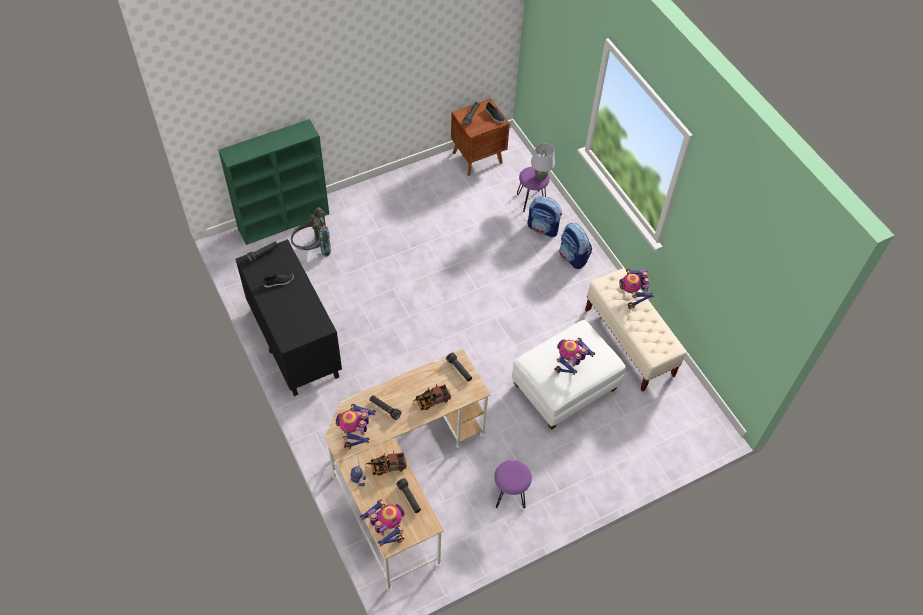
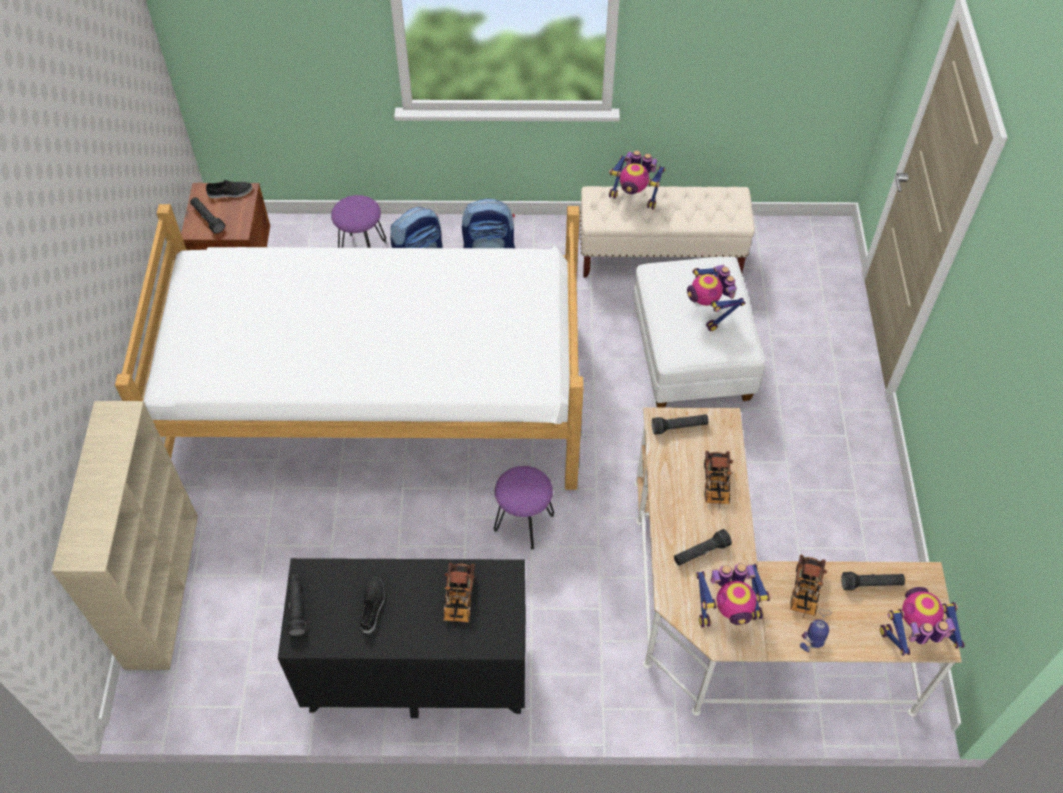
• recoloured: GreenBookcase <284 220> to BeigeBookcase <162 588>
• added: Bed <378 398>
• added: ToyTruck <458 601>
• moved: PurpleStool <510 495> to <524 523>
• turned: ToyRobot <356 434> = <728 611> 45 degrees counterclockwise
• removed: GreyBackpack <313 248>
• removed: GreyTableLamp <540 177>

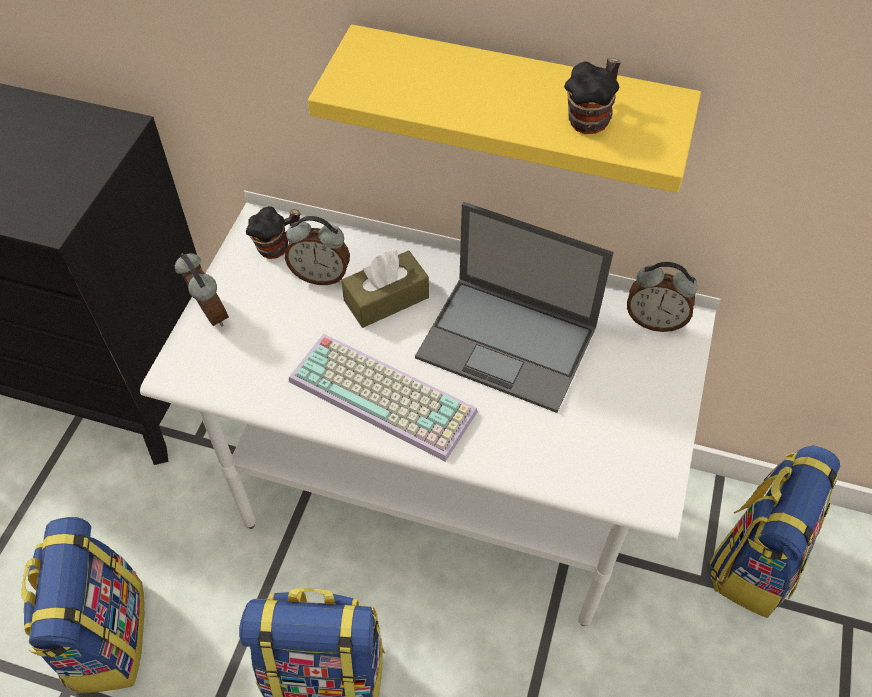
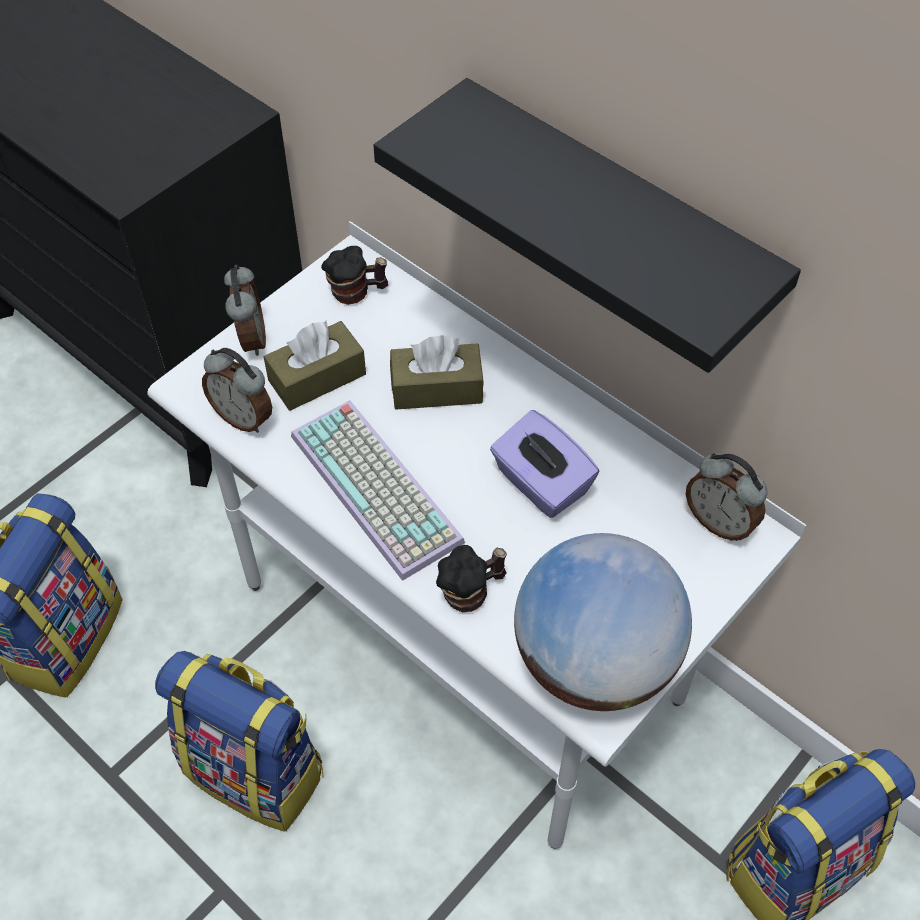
• moved: AlarmClock <321 275> to <244 417>
• added: BrownTissueBox <317 377>
• recoloured: YellowShelf <516 103> to BlackShelf <616 218>
• moved: Mug <591 118> to <471 592>
• replaced: Laptop <509 343> to PurpleTissueBox <541 483>
• added: Globe <595 660>

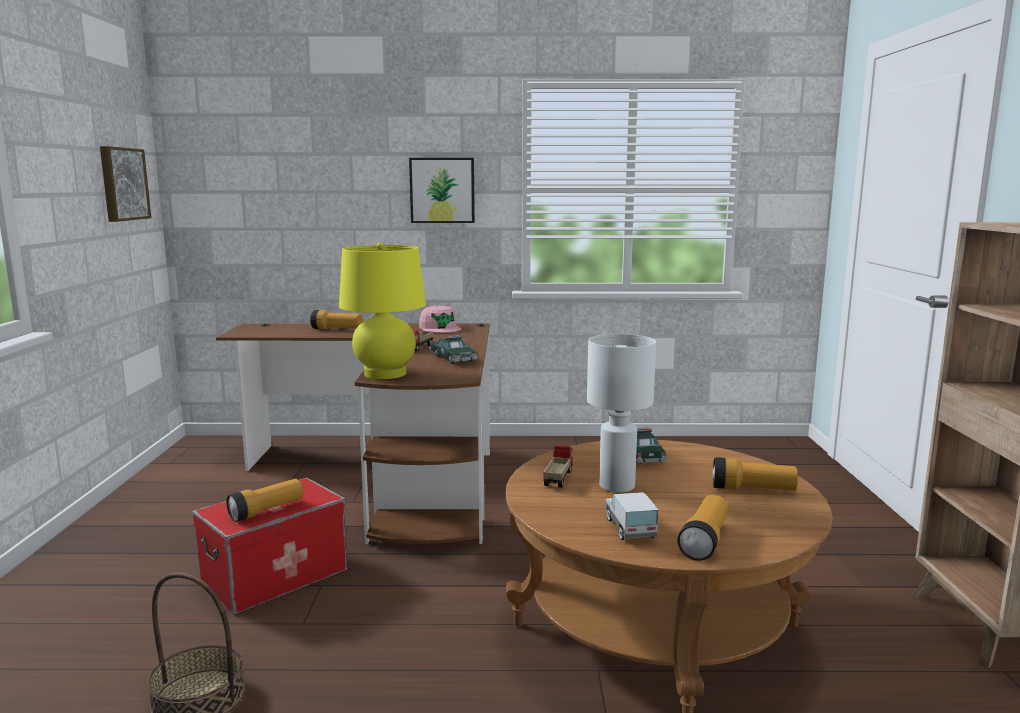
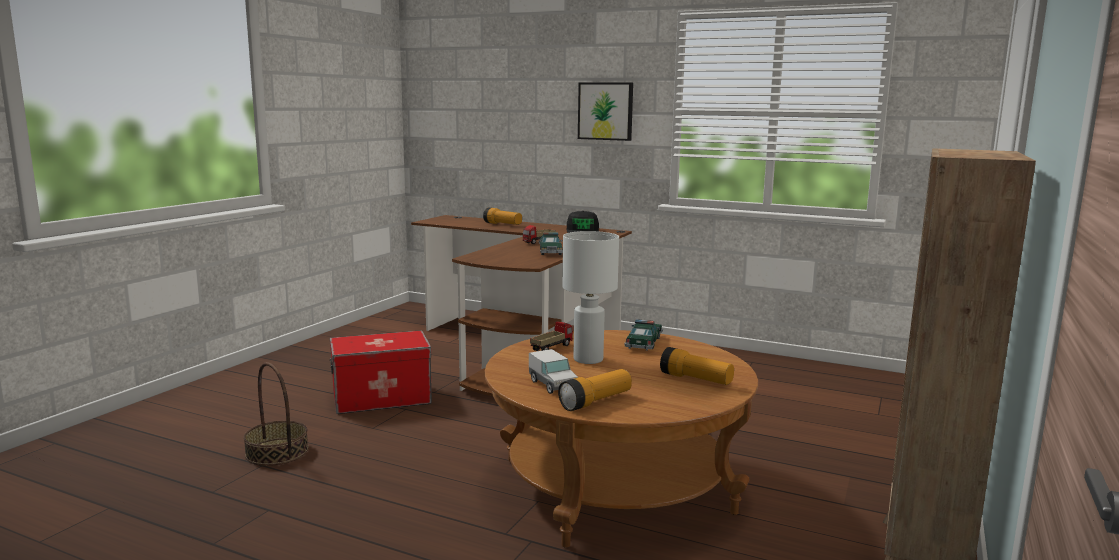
• turned: ToyTruck <630 529> = <552 385> 135 degrees clockwise
• recoloured: PinkCap <440 328> to BlackCap <583 230>
• removed: Picture <122 184>
• removed: Flashlight <267 511>
• removed: YellowTableLamp <385 374>

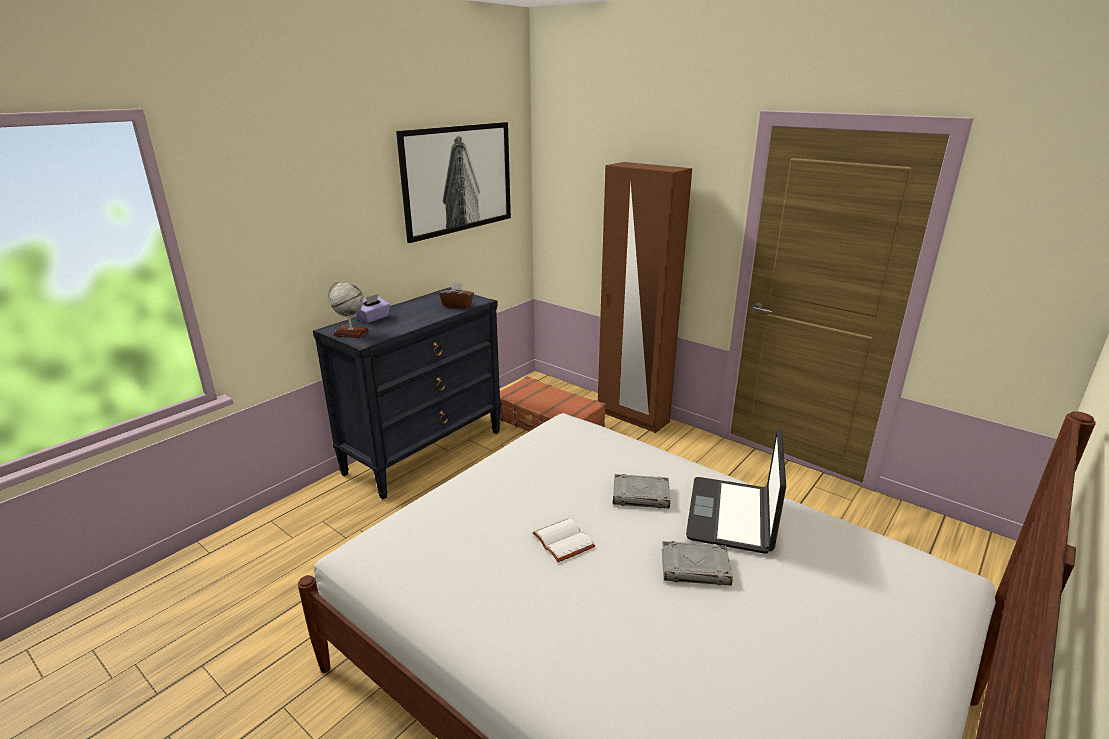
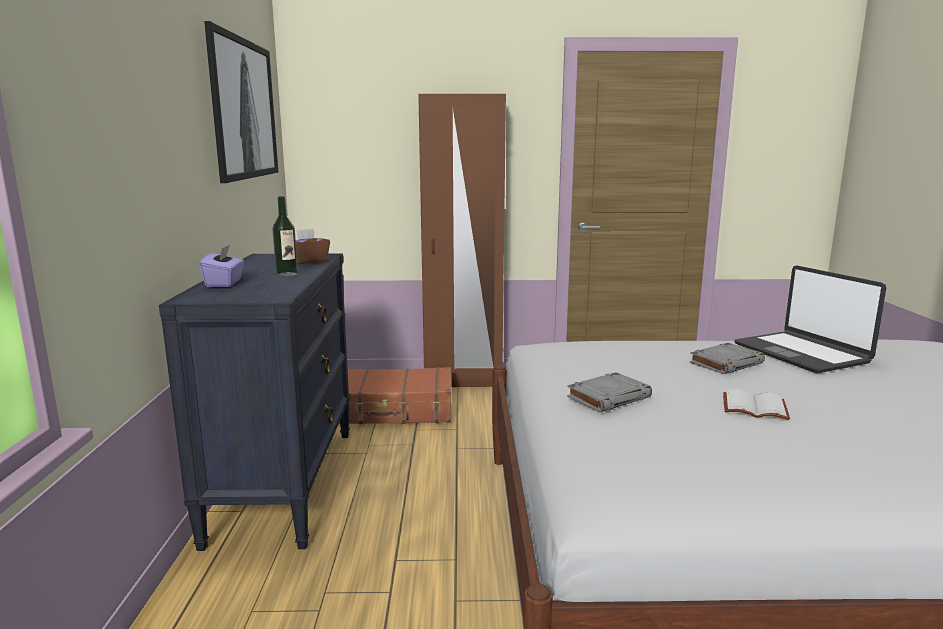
• added: Bottle <287 274>
• moved: GreyBook <695 568> to <609 397>
• removed: Globe <351 333>

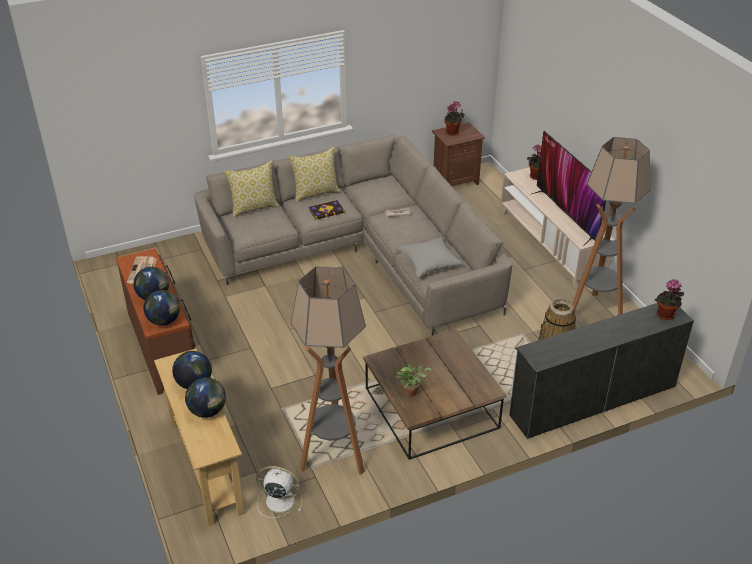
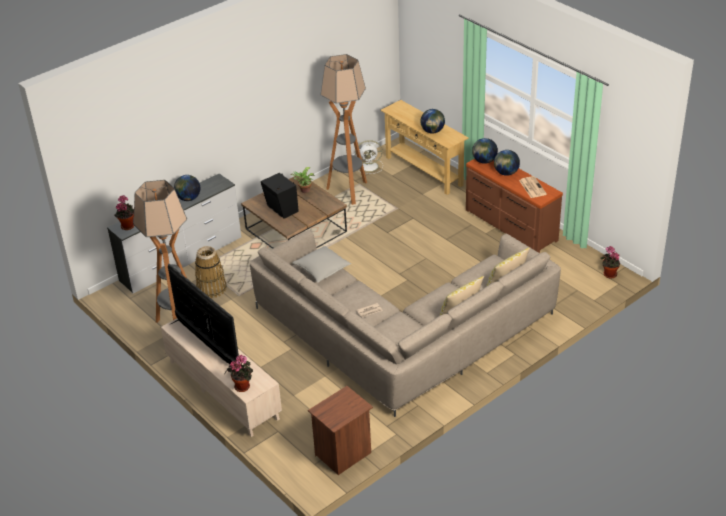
• moved: Globe <208 411> to <188 198>
• added: BlackSpeaker <281 209>
• moved: PottedPlant <453 133> to <608 274>
• removed: Book <326 210>

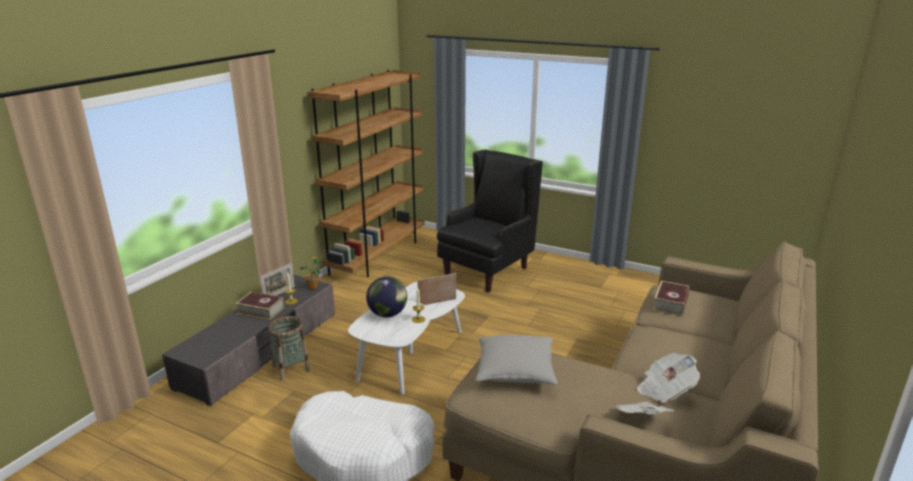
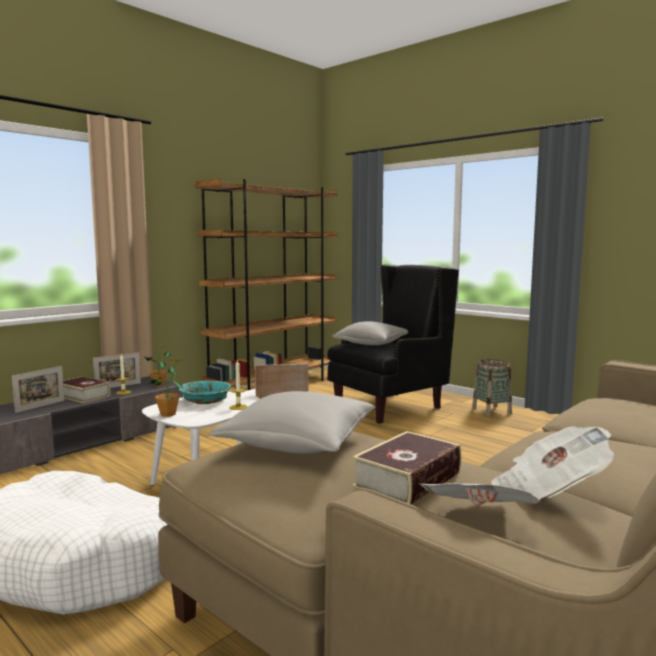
• added: PictureFrame <40 406>
• added: PottedPlant <168 414>
• replaced: Globe <388 314> to TurquoiseBowl <205 400>
• added: GreyPillow <372 343>
• moved: Book <670 303> to <407 479>
• moved: Basket <291 368> to <491 411>

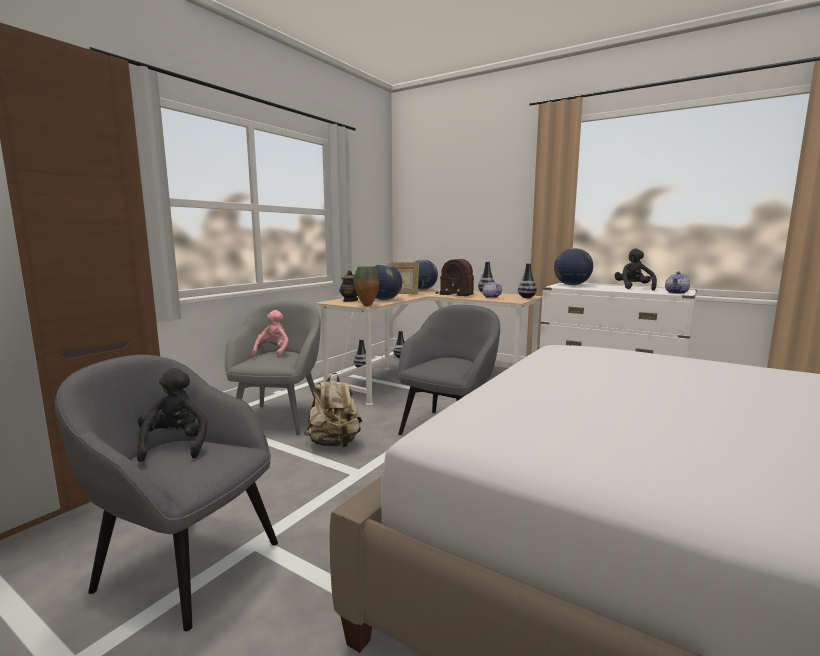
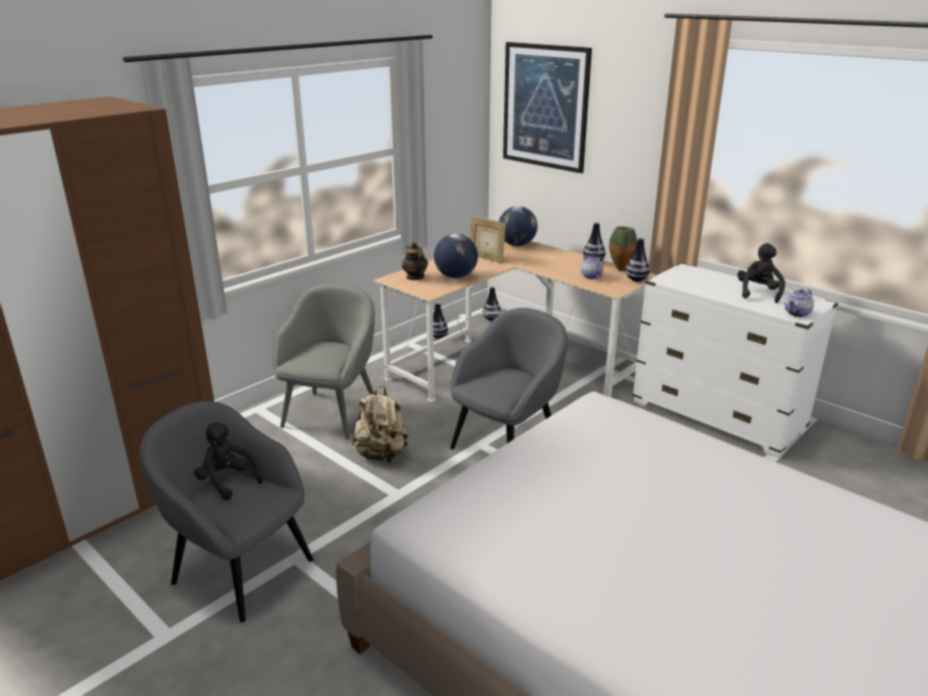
• turned: BlackPlushToy <175 445> = <228 482> 45 degrees counterclockwise
• added: Picture <545 106>
• moved: Vase <366 305> to <620 269>
• removed: PinkPlushToy <273 352>
• removed: Radio <454 294>
• removed: Globe <571 285>

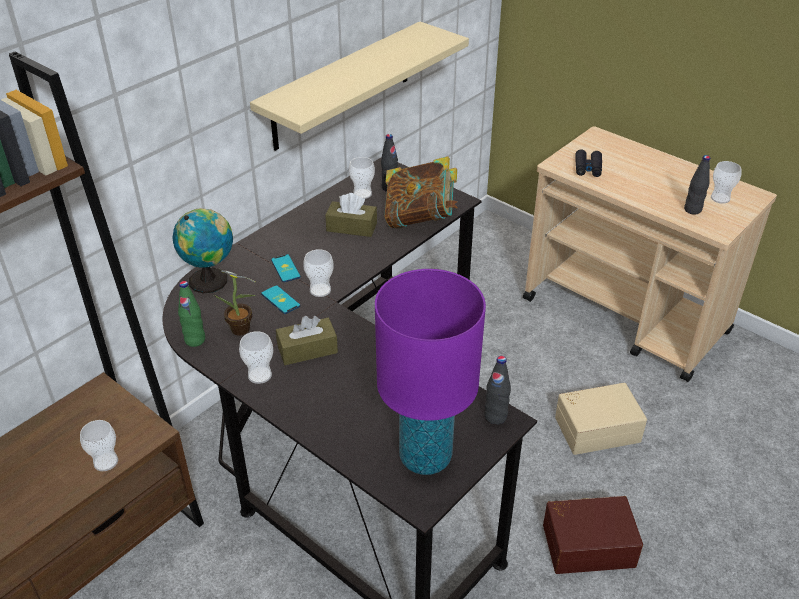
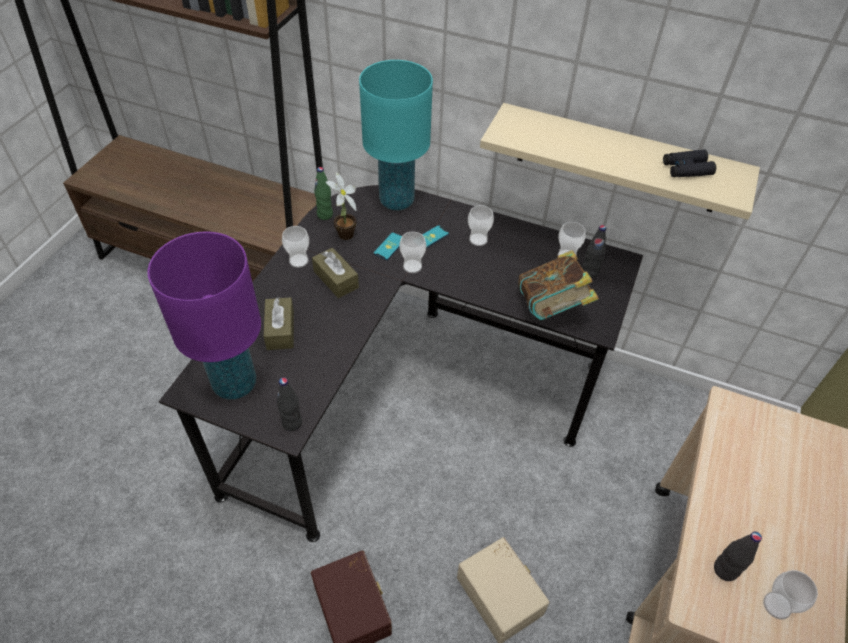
• moved: BrownTissueBox <351 227> to <280 330>
• replaced: Globe <211 280> to TurquoiseTableLamp <397 201>
• moved: Cup <106 462> to <478 239>
• moved: BlackBinoculars <588 168> to <686 169>

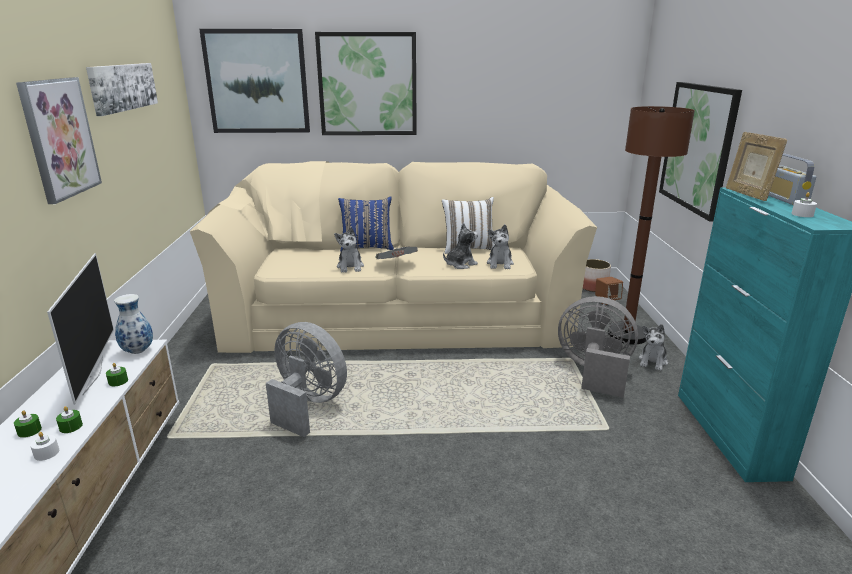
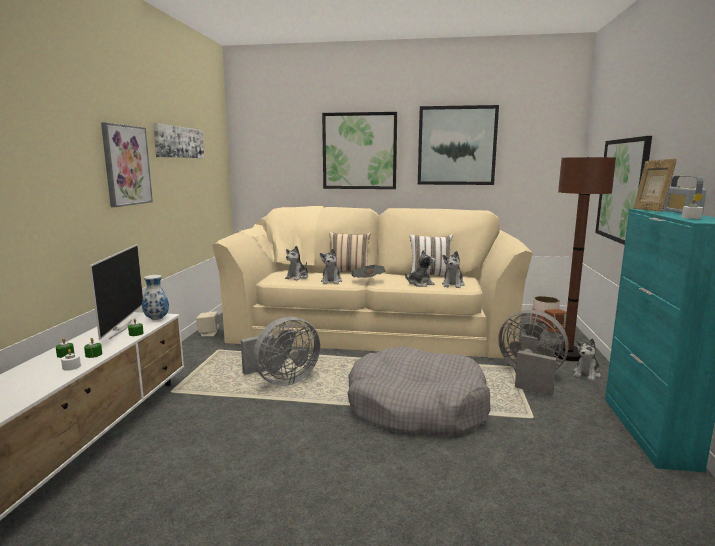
• added: BeigeSpeaker <209 334>
• turned: GreyFan <308 405> = <282 380> 105 degrees clockwise
• added: PlushToy <297 277>
• recoloured: BluePillow <367 248> to BeigePillow <349 272>
• added: GreyDogBed <416 407>
• moved: Picture <257 82> to <456 146>

